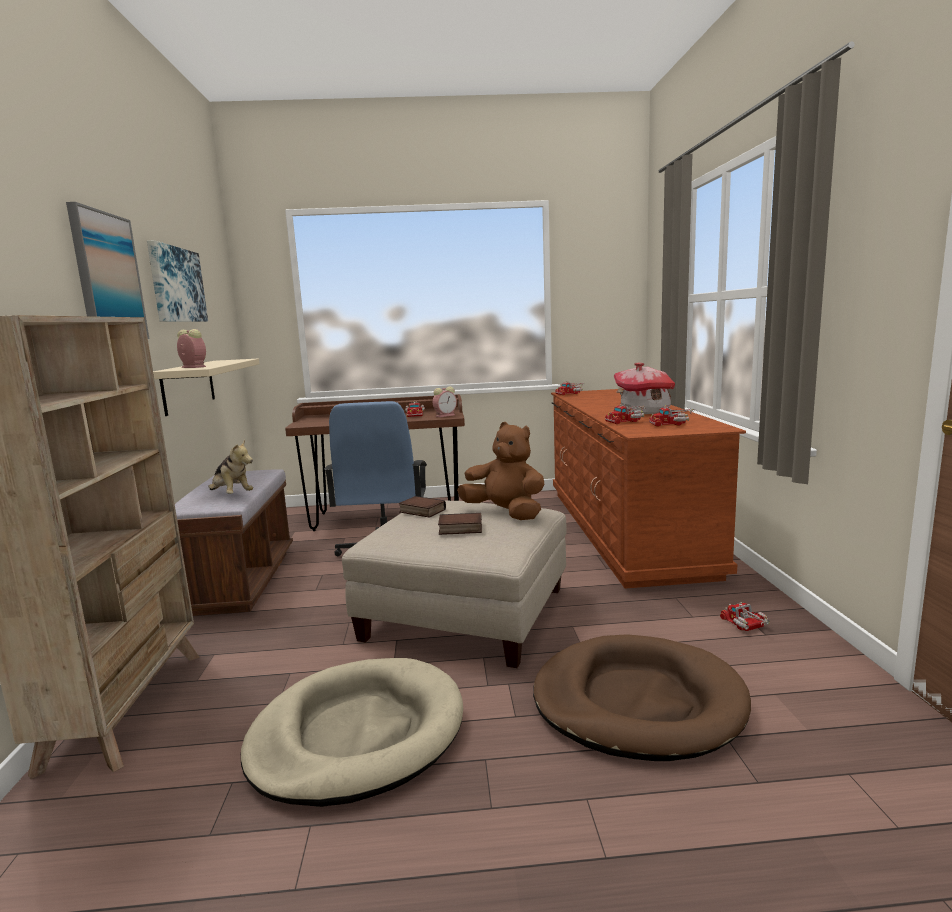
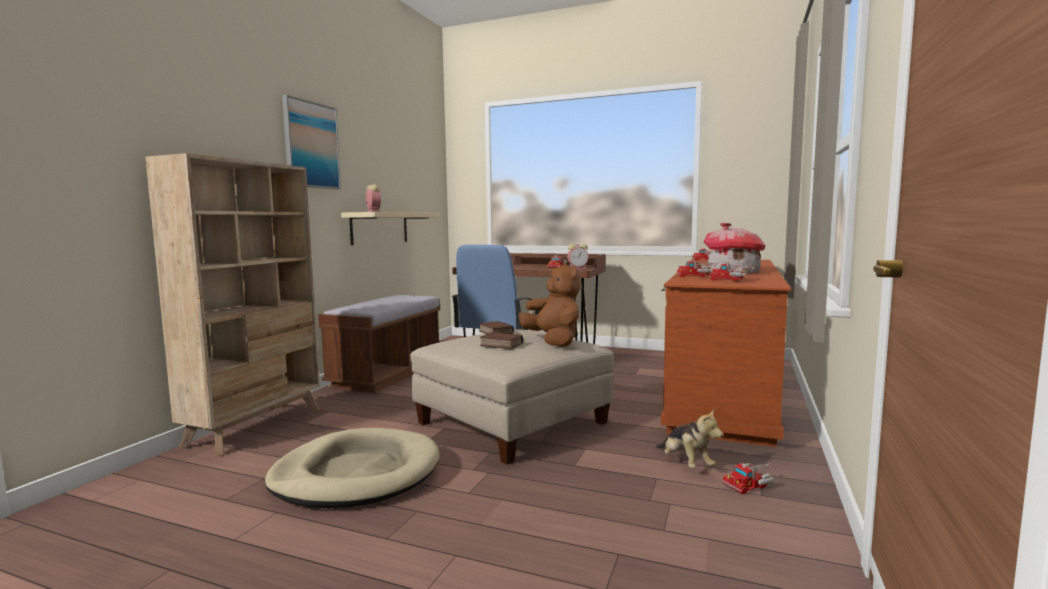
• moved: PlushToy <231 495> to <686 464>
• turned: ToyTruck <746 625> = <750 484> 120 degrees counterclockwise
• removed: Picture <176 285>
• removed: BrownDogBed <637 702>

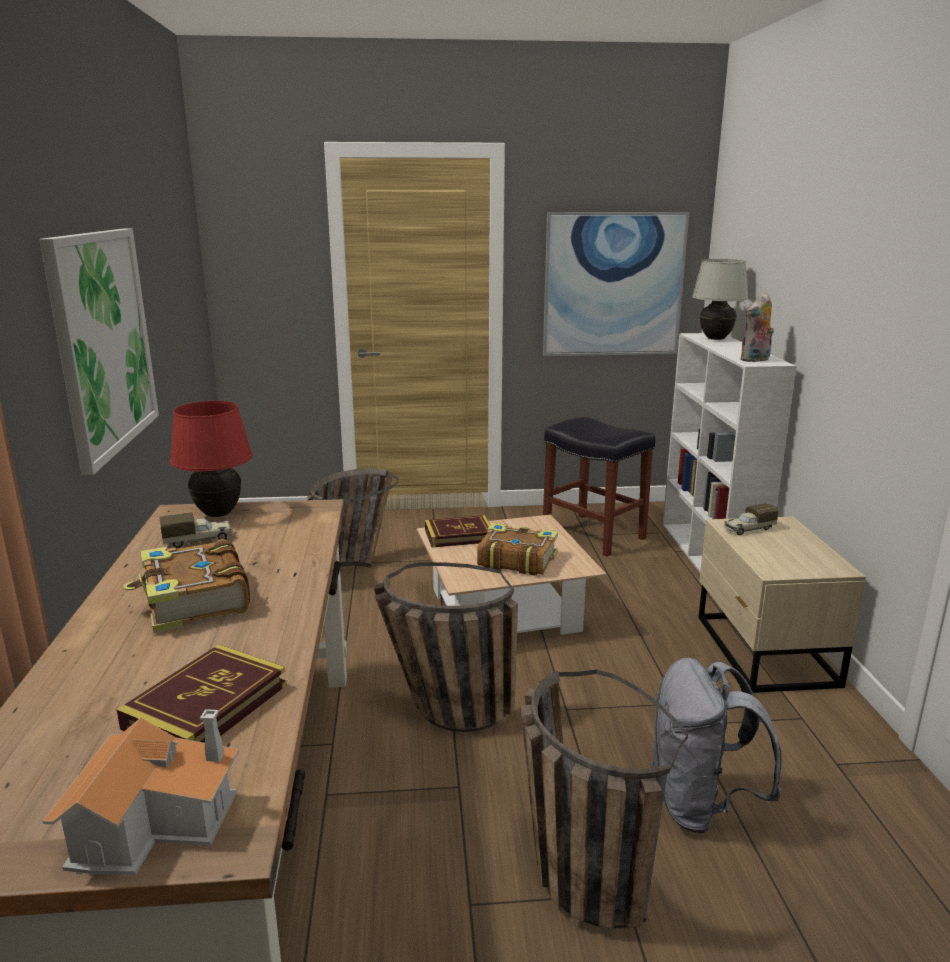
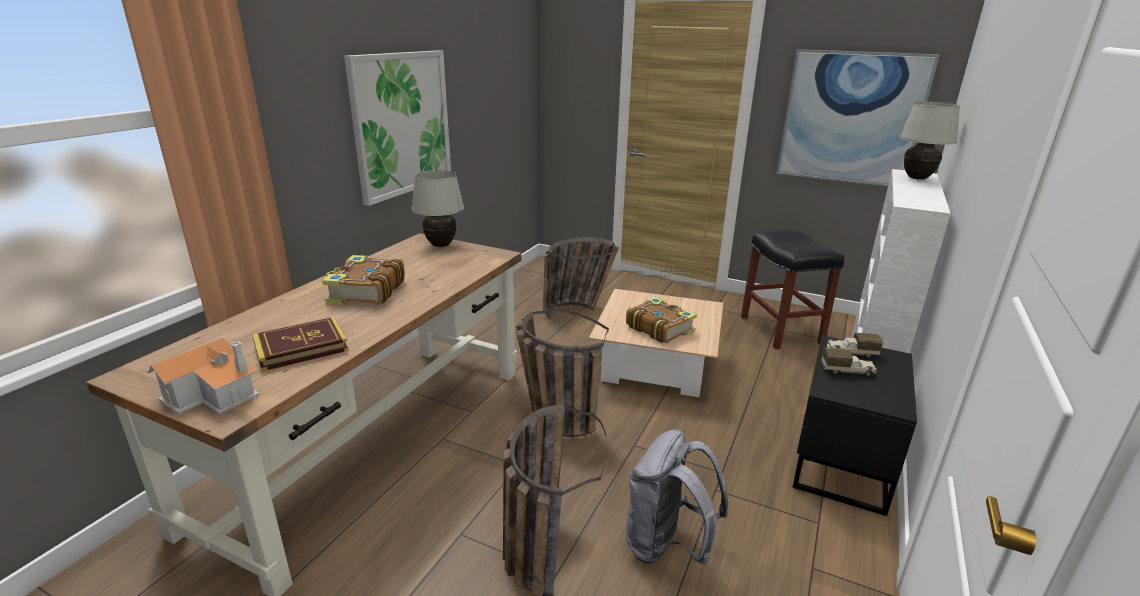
• recoloured: RedTableLamp <218 514> to WhiteTableLamp <440 245>
• recoloured: BeigeNightstand <763 651> to BlackNightstand <839 462>
• moved: ToyTruck <198 540> to <847 371>
• removed: Book <459 535>
• removed: PlushToy <755 360>

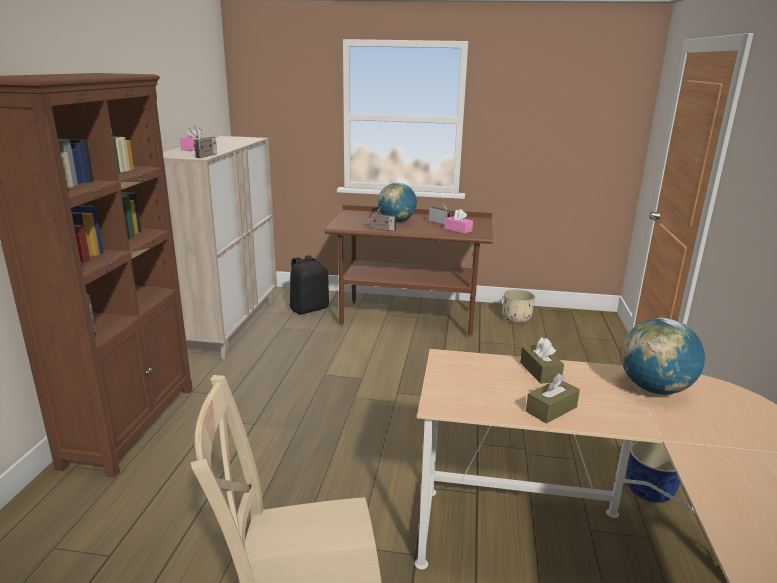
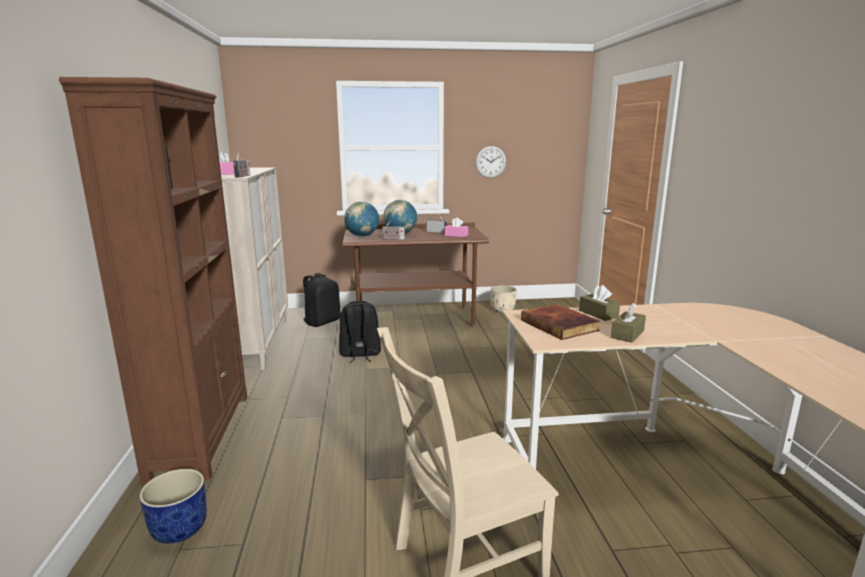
• moved: BluePlanter <650 491> to <180 528>
• added: BlackBackpack <360 354>
• moved: Globe <654 389> to <362 236>
• added: WallClock <490 162>
• added: Book <560 325>

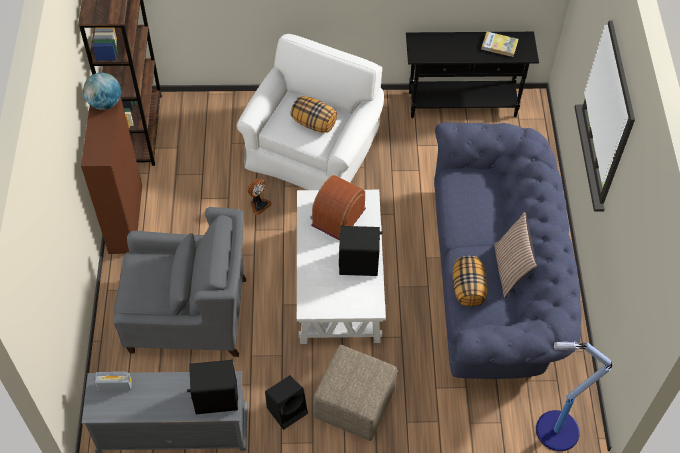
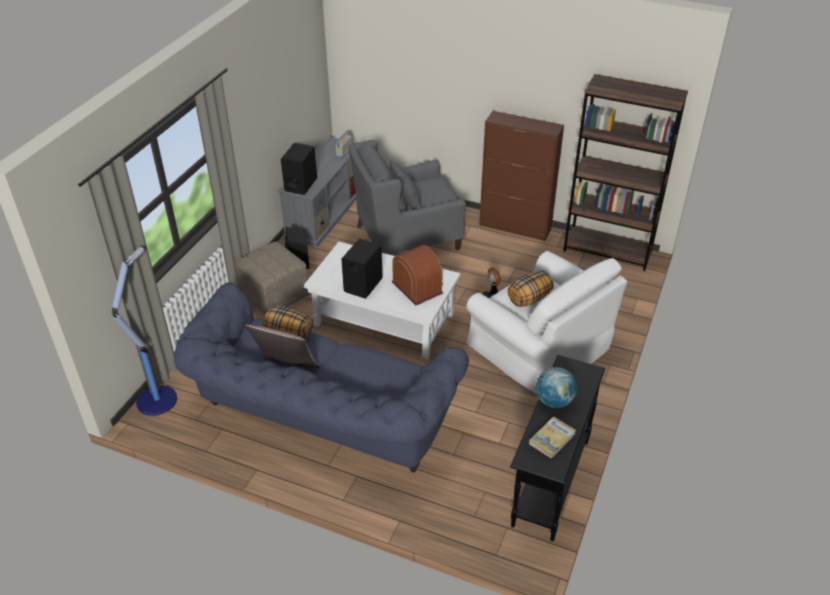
• turned: GreyArmchair <188 315> = <408 237> 45 degrees clockwise
• moved: Globe <105 103> to <554 401>

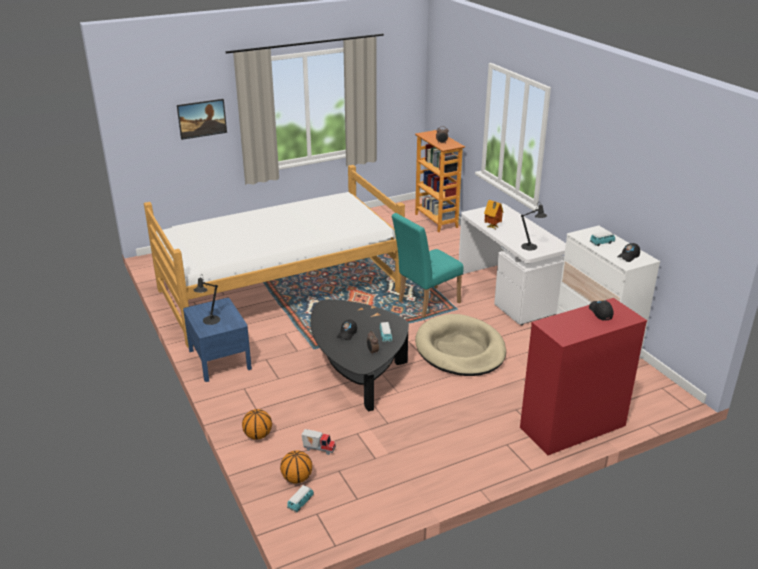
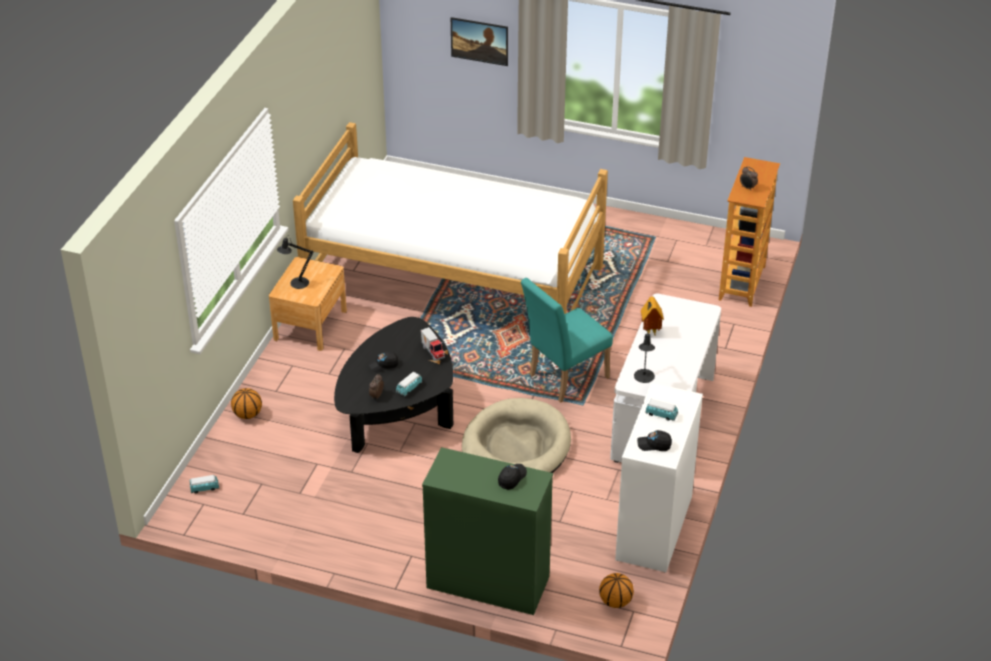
• recoloured: BlueNightstand <219 359> to BrownNightstand <310 325>
• moved: ToyTruck <319 448> to <433 352>
• recoloured: RedDresser <572 427> to GreenDresser <488 582>
• turned: TurquoiseChair <425 303> = <563 378> 45 degrees counterclockwise
• moved: Basketball <296 478> to <615 601>

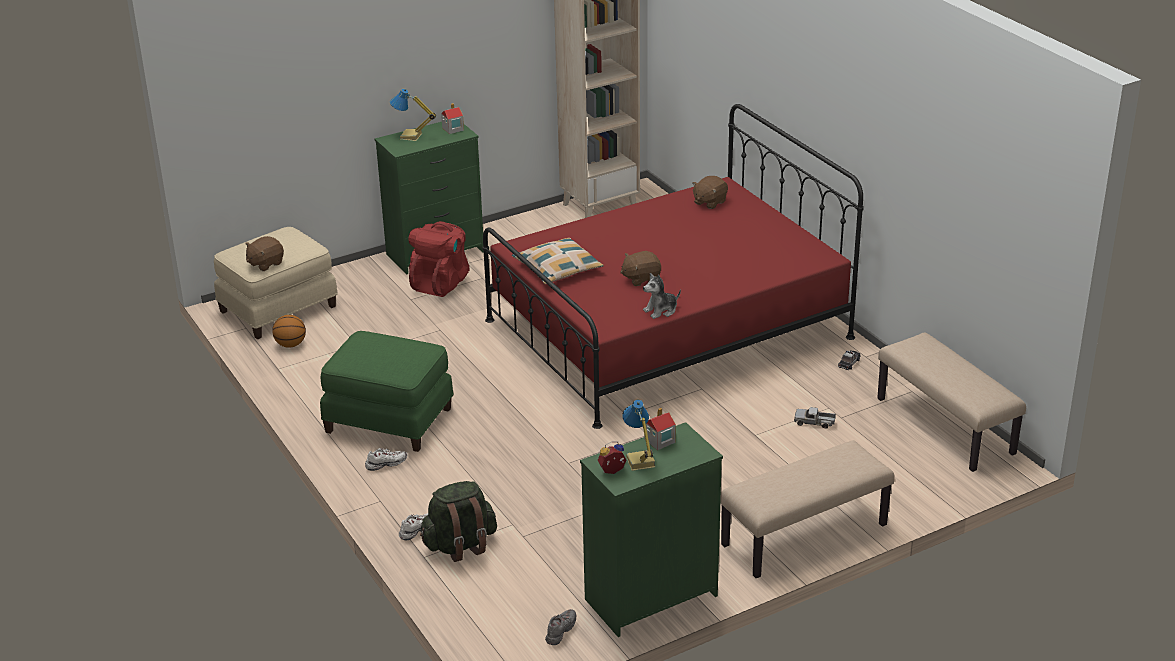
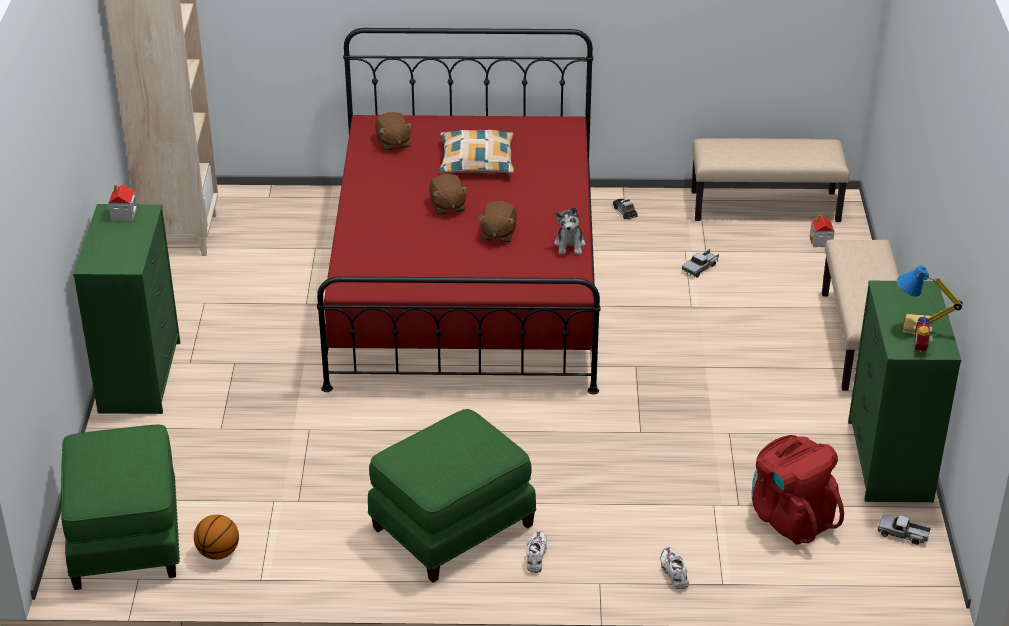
• recoloured: BeigeOttoman <279 310> to GreenOttoman <127 538>
• moved: BrownPlushToy <265 263> to <447 206>
• moved: Pillow <557 268> to <476 161>
• moved: RedBackpack <440 283> to <790 517>
• moved: ToyHouse <659 441> to <821 241>
• replaced: GreyShoe <560 631> to ToyTruck <903 534>
• removed: TableLamp <411 136>
• removed: GreenBackpack <460 545>

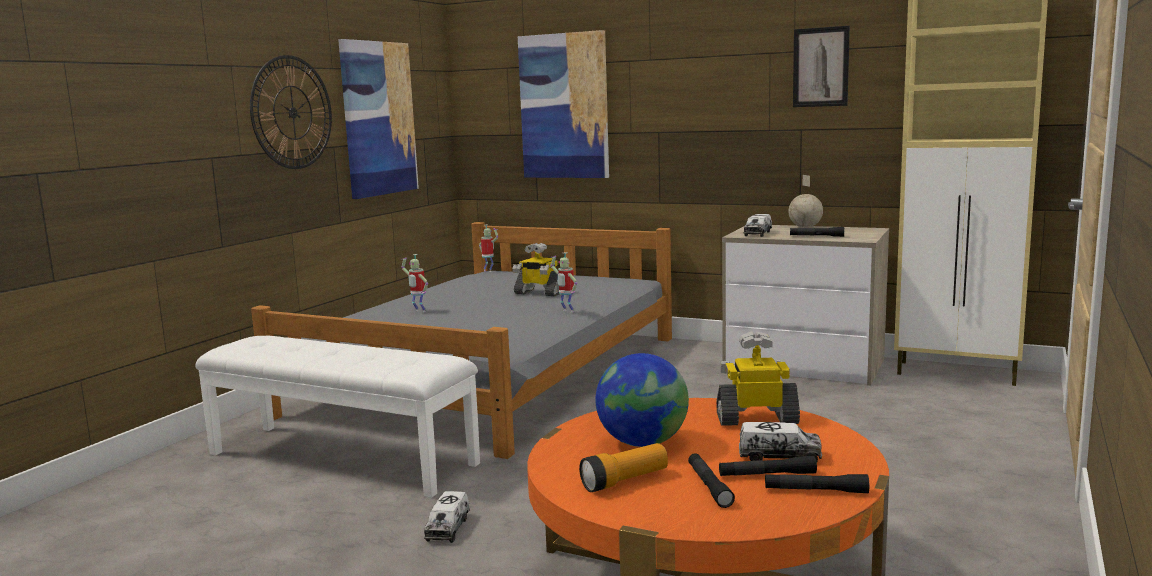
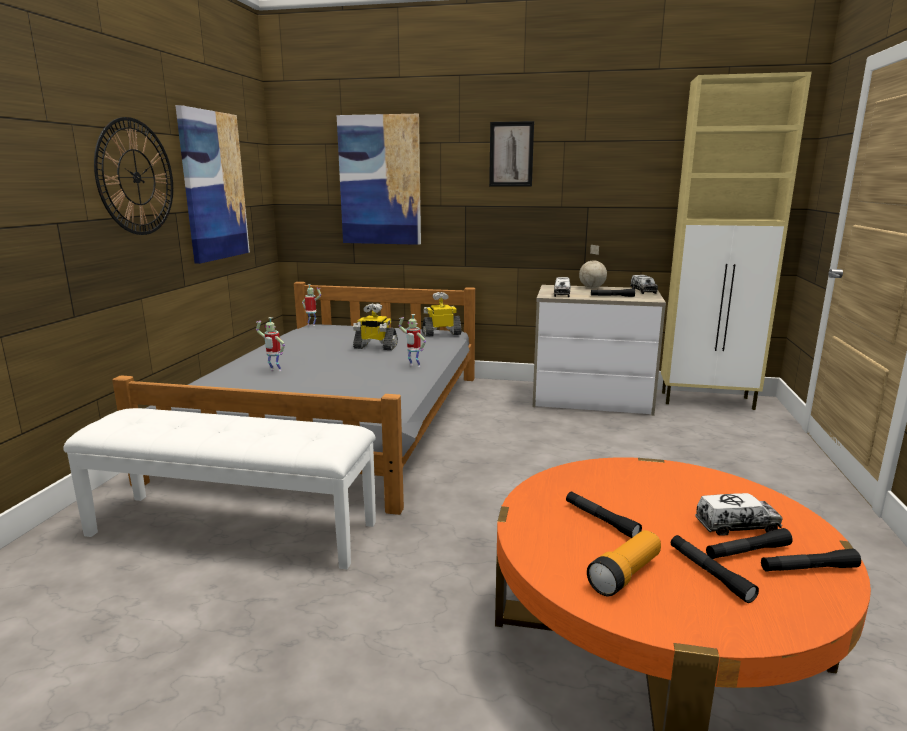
• moved: ToyRobot <757 419> to <441 333>
• moved: Picture <820 67> to <511 154>
• replaced: Globe <642 443> to BlackFlashlight <601 520>
• moved: ToyTruck <448 528> to <643 291>

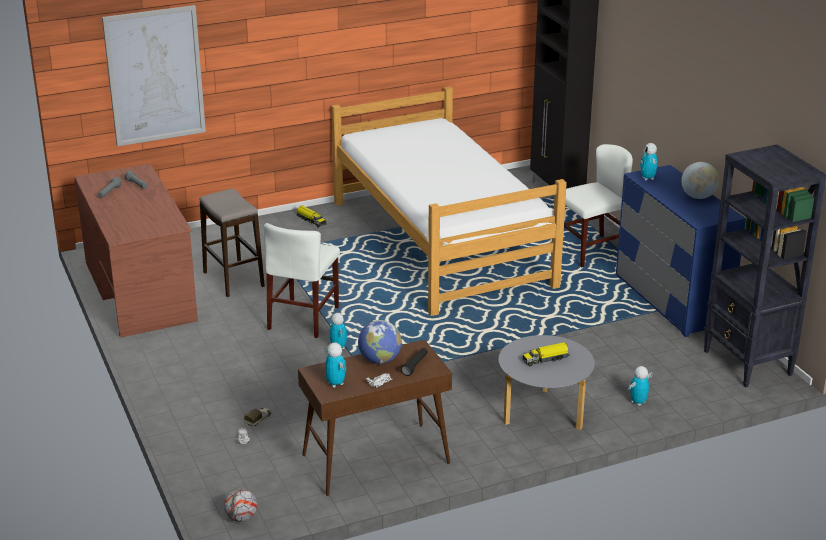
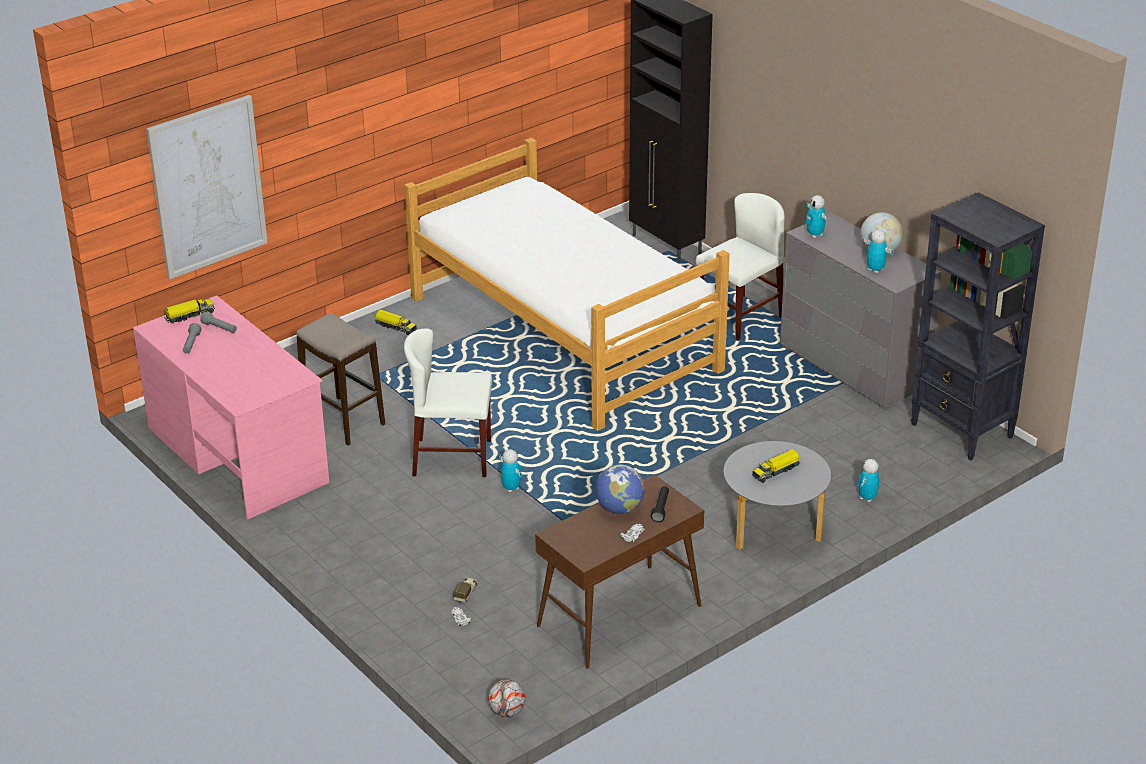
• recoloured: BrownDesk <140 290> to PinkDesk <238 454>
• added: ToyTruck <189 315>
• turned: WhiteChair <303 318> = <452 458> 90 degrees clockwise
• recoloured: BlueDresser <671 300> to GreyDresser <852 367>
• moved: ToyRobot <335 383> to <875 269>

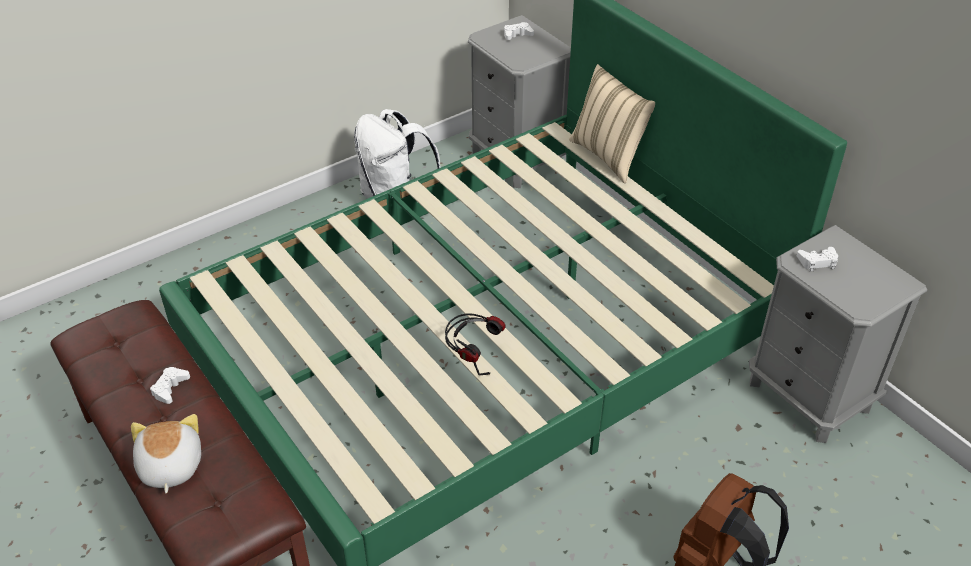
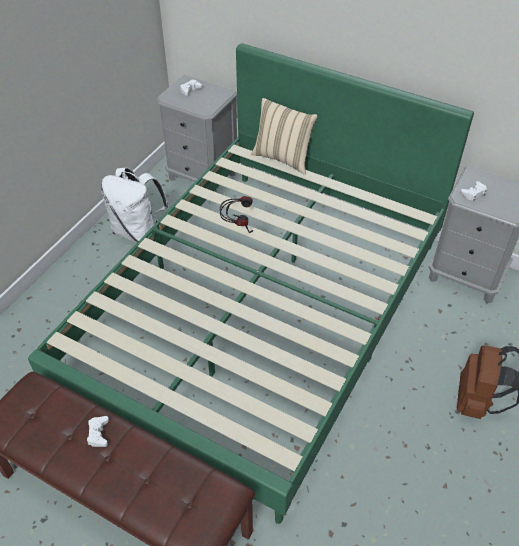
• moved: Headphones <473 357> to <237 225>
• removed: PlushToy <169 467>

